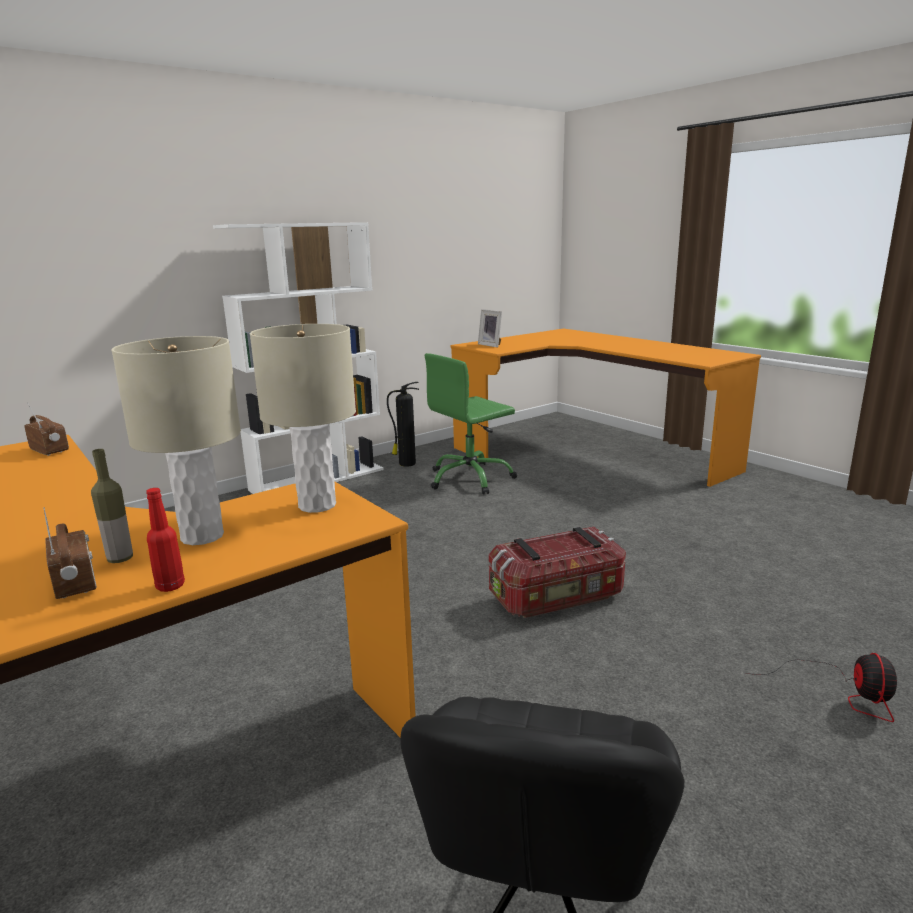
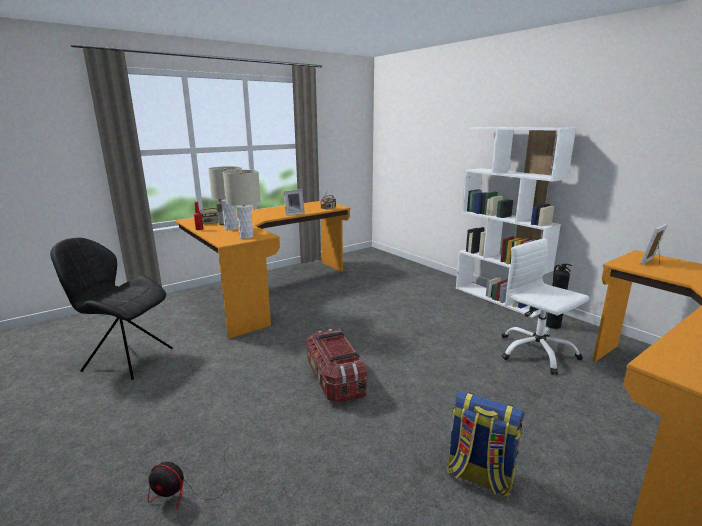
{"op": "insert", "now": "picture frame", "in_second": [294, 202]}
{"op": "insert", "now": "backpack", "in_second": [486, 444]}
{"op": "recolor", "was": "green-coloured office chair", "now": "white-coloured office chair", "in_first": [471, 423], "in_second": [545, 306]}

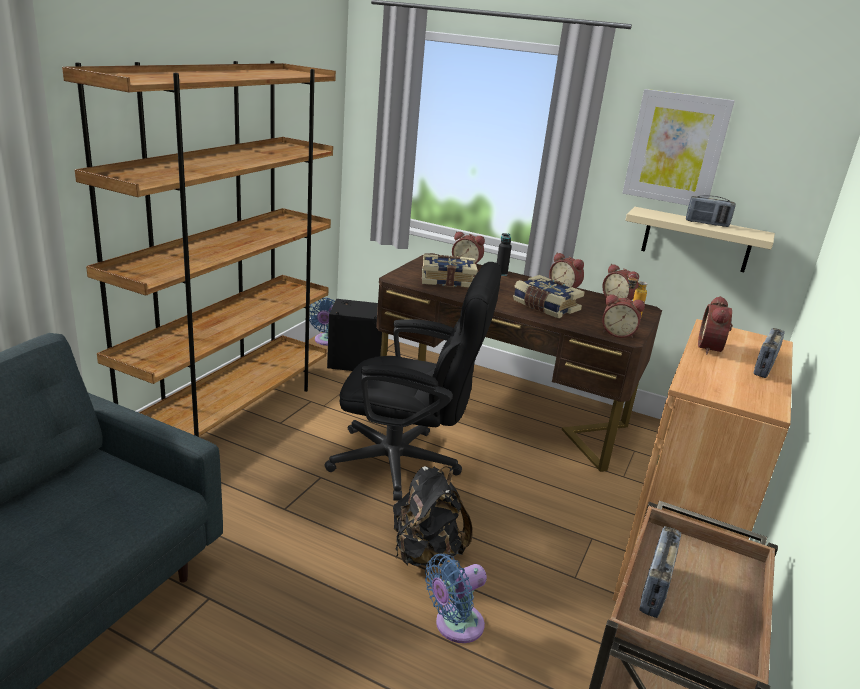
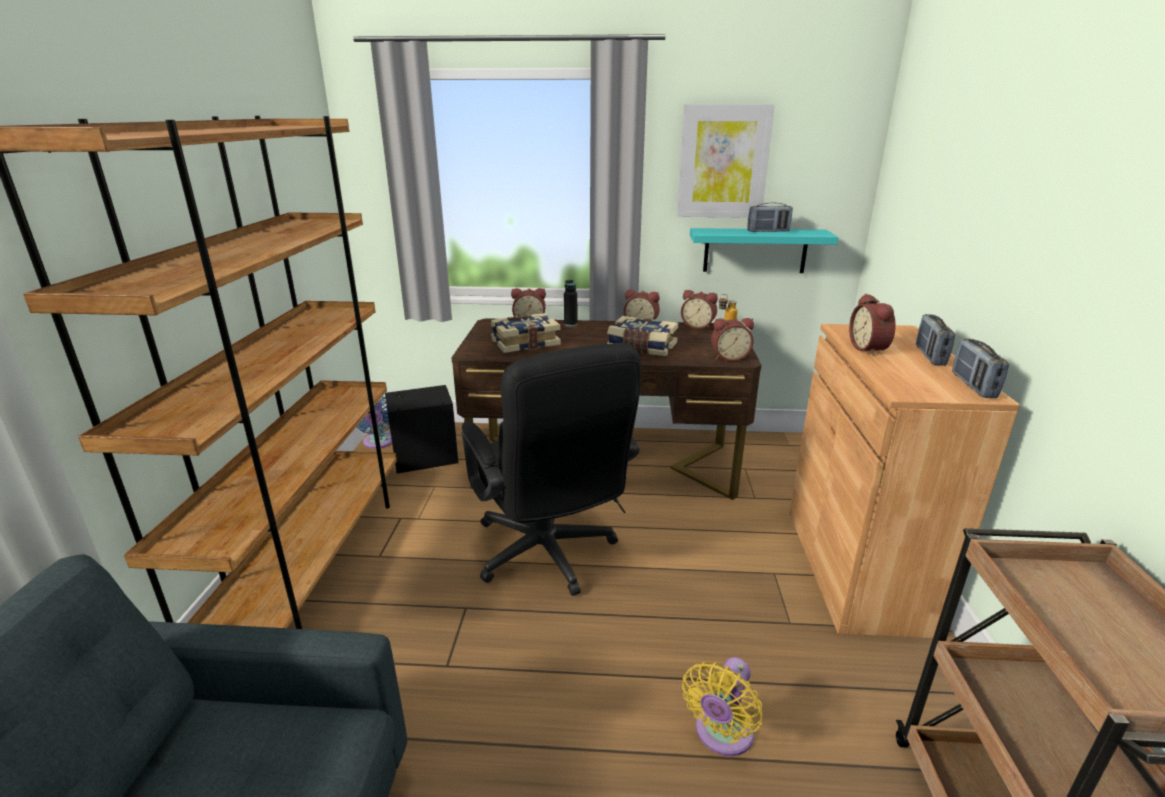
{"op": "rotate", "was": "black office chair", "in_first": [413, 381], "in_second": [551, 469], "clockwise": 75}
{"op": "recolor", "was": "blue fan", "now": "yellow-coloured fan", "in_first": [456, 598], "in_second": [722, 706]}
{"op": "recolor", "was": "sand-coloured bracket shelf", "now": "blue-green bracket shelf", "in_first": [700, 239], "in_second": [764, 250]}
{"op": "move", "was": "radio set", "in_first": [660, 572], "in_second": [980, 368]}
{"op": "delete", "was": "black backpack", "in_first": [433, 516]}

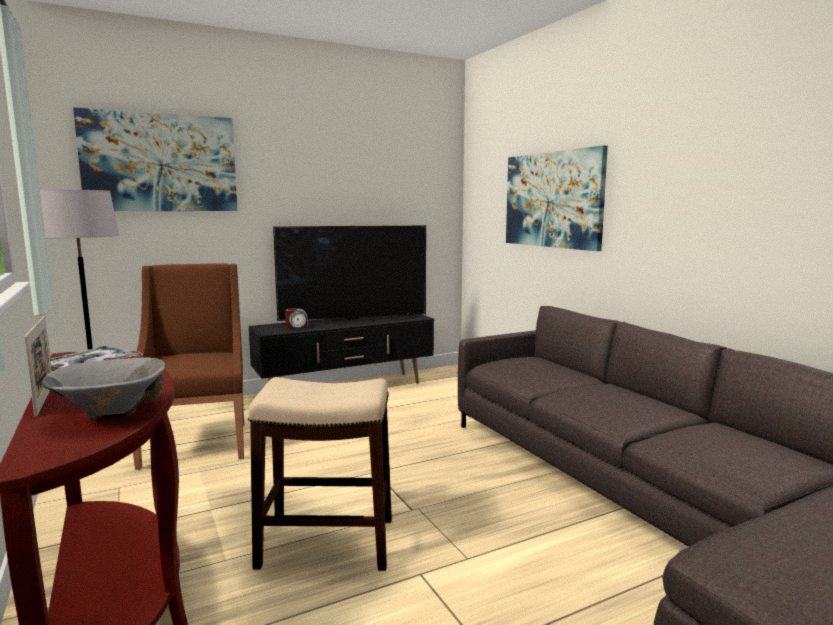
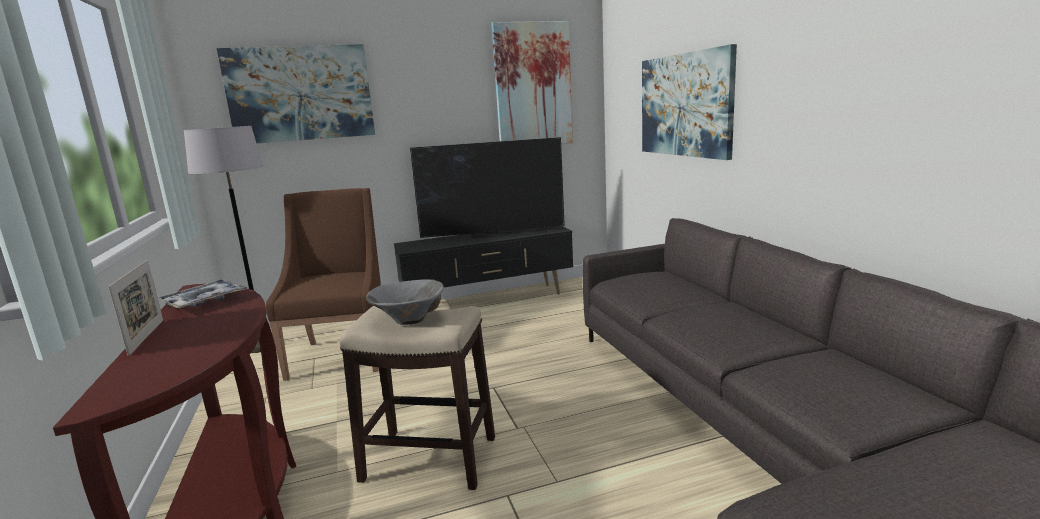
{"op": "move", "was": "grey serving bowl", "in_first": [104, 389], "in_second": [405, 302]}
{"op": "insert", "now": "wall art", "in_second": [532, 82]}
{"op": "delete", "was": "bedside clock", "in_first": [296, 318]}

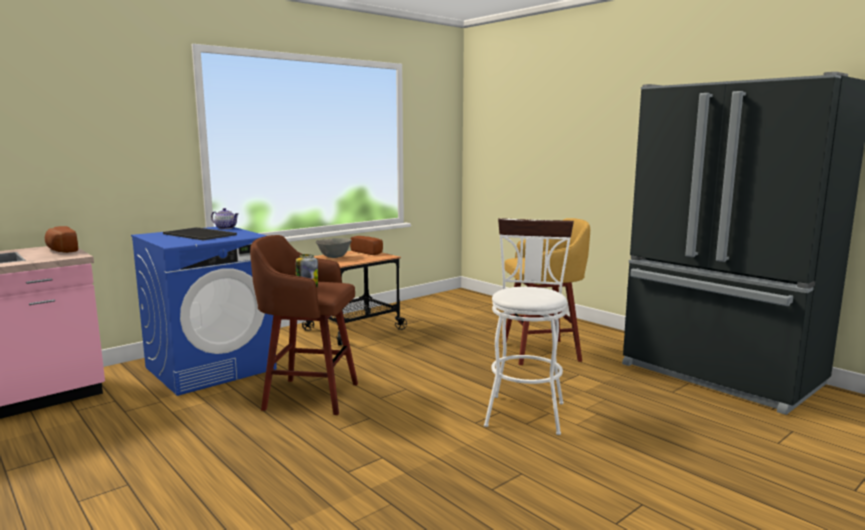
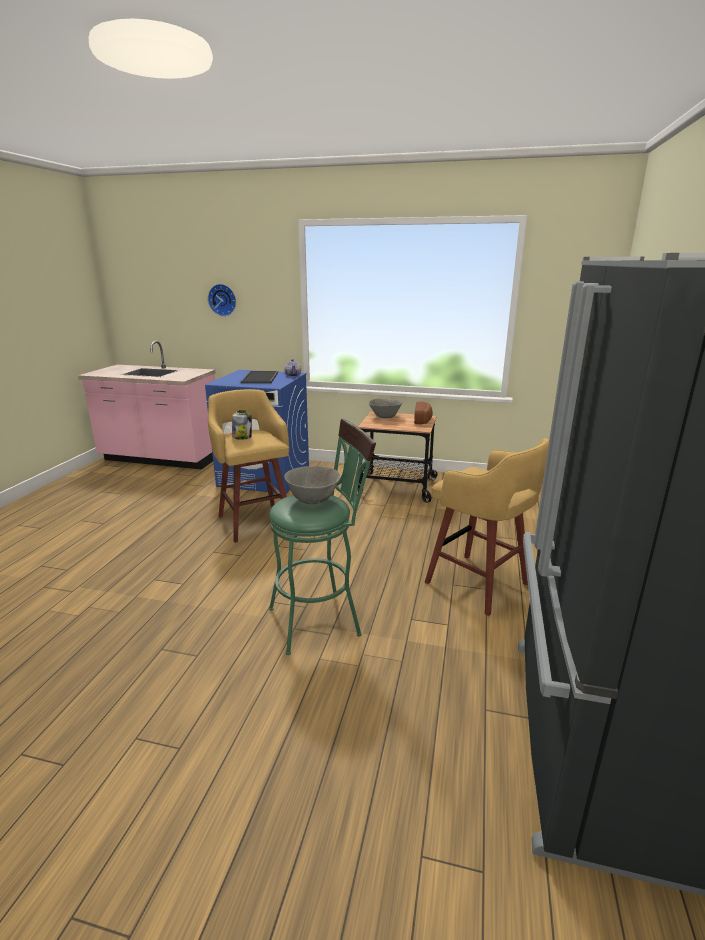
{"op": "insert", "now": "hanging clock", "in_second": [222, 300]}
{"op": "recolor", "was": "brown-coloured sitting stool", "now": "yellow-coloured sitting stool", "in_first": [304, 325], "in_second": [248, 466]}
{"op": "recolor", "was": "white-coloured sitting stool", "now": "green-coloured sitting stool", "in_first": [529, 326], "in_second": [322, 536]}
{"op": "insert", "now": "grey serving bowl", "in_second": [312, 485]}
{"op": "delete", "was": "bread", "in_first": [61, 239]}

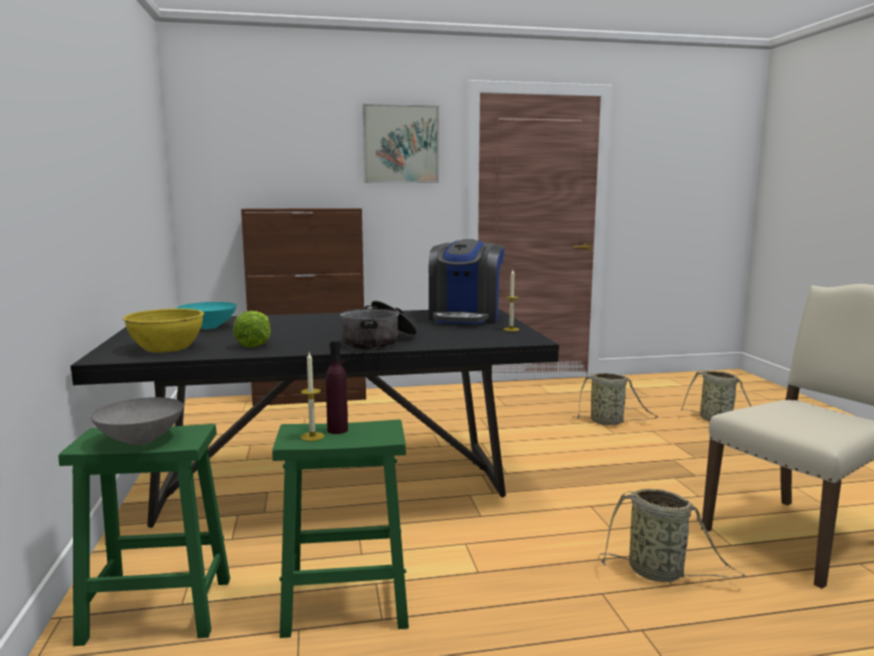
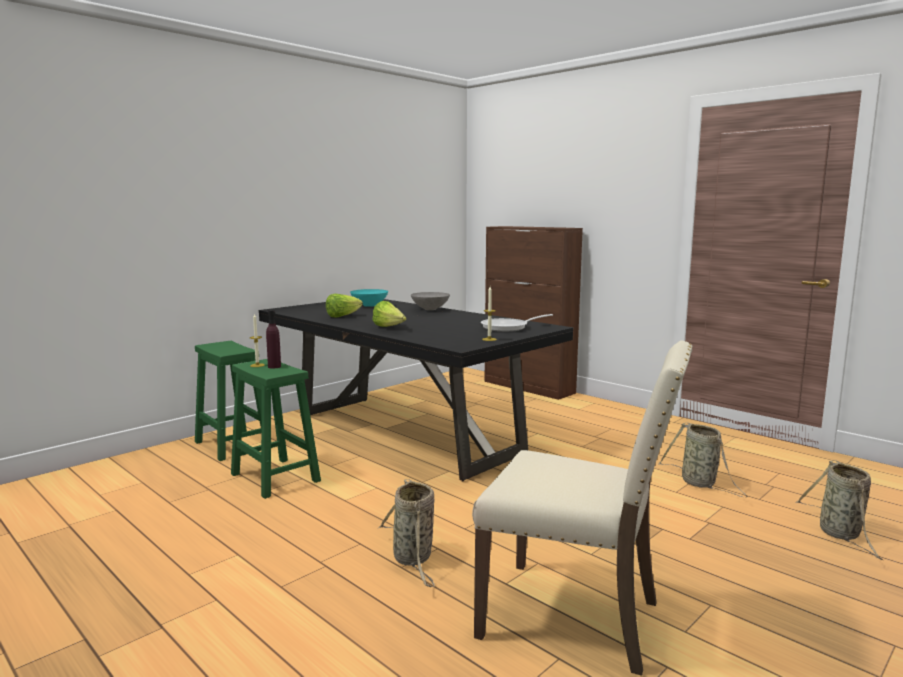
{"op": "replace", "was": "saucepot", "now": "lettuce head", "in_first": [378, 325], "in_second": [389, 314]}
{"op": "move", "was": "grey serving bowl", "in_first": [136, 421], "in_second": [430, 301]}
{"op": "replace", "was": "coffee brewer", "now": "skillet", "in_first": [467, 281], "in_second": [517, 323]}
{"op": "delete", "was": "yellow-coloured serving bowl", "in_first": [163, 330]}
{"op": "delete", "was": "wall art", "in_first": [401, 143]}

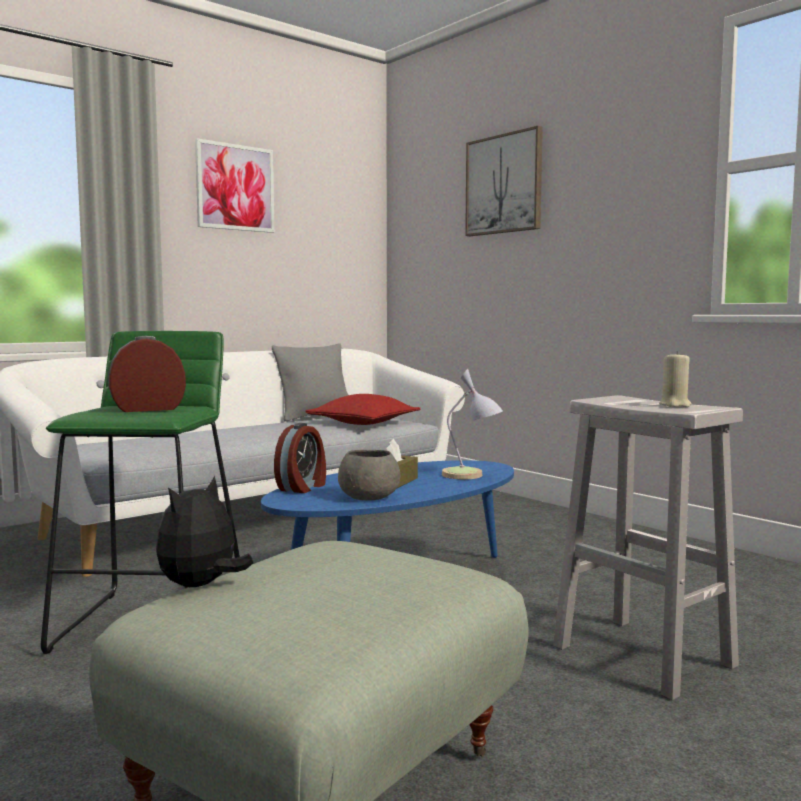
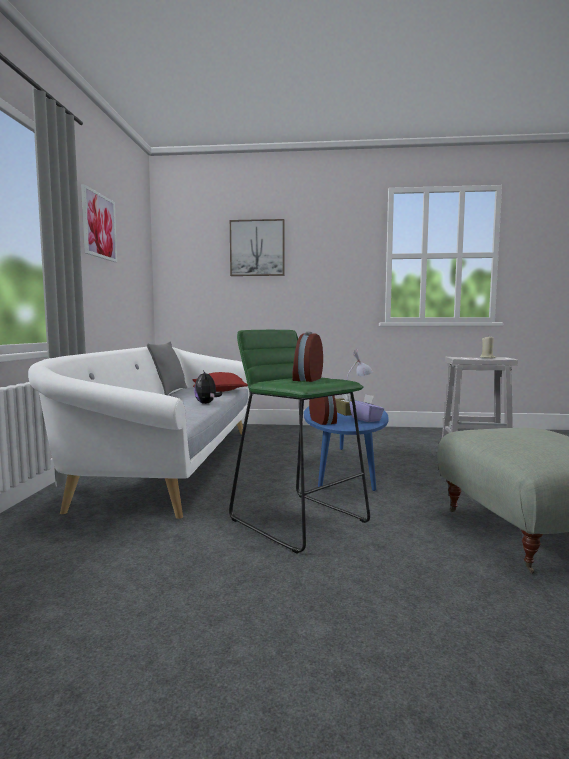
{"op": "move", "was": "soft toy", "in_first": [204, 531], "in_second": [208, 387]}
{"op": "replace", "was": "grey serving bowl", "now": "purple-coloured box of tissues", "in_first": [369, 475], "in_second": [366, 408]}

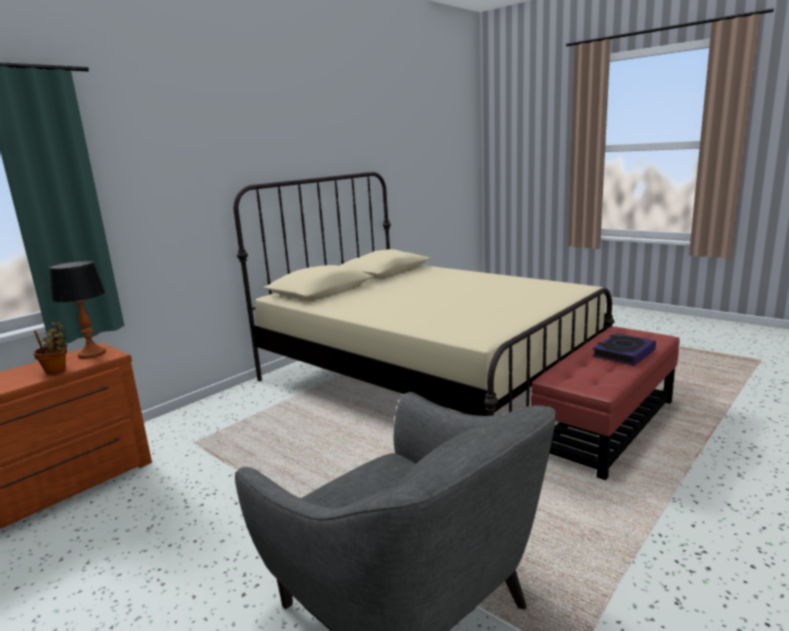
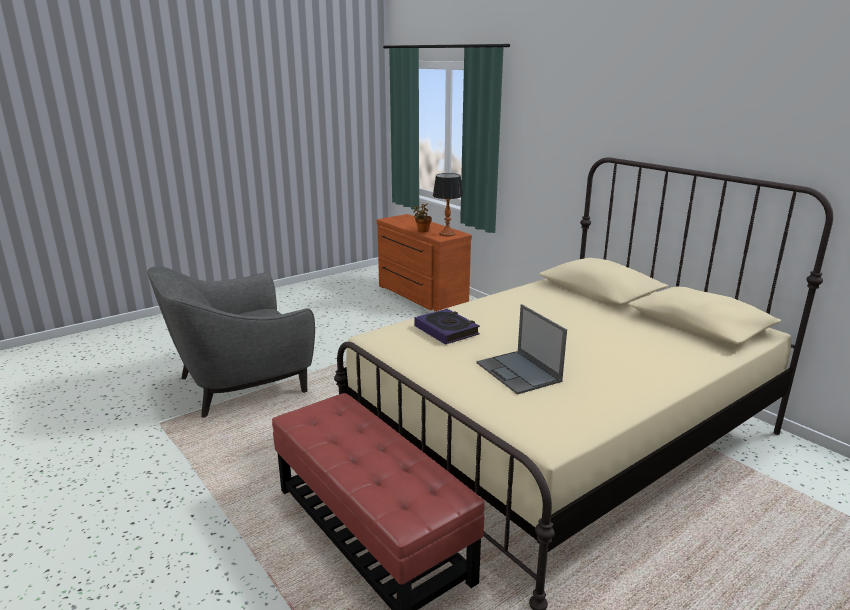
{"op": "move", "was": "volume", "in_first": [624, 349], "in_second": [447, 327]}
{"op": "insert", "now": "notebook computer", "in_second": [522, 349]}

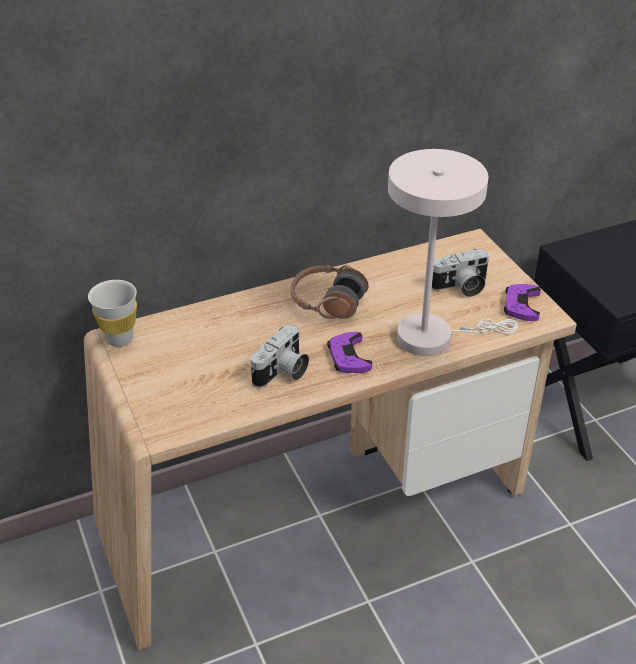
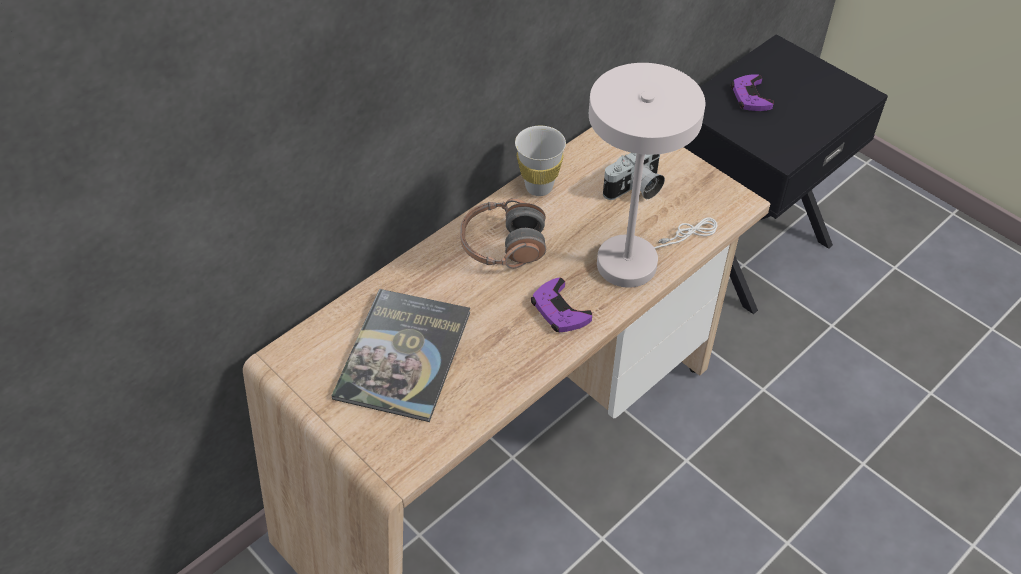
{"op": "insert", "now": "volume", "in_second": [401, 355]}
{"op": "move", "was": "white-coloured drinking cup", "in_first": [112, 313], "in_second": [540, 161]}
{"op": "move", "was": "purple-coloured joypad", "in_first": [522, 302], "in_second": [752, 92]}
{"op": "delete", "was": "still camera", "in_first": [280, 356]}

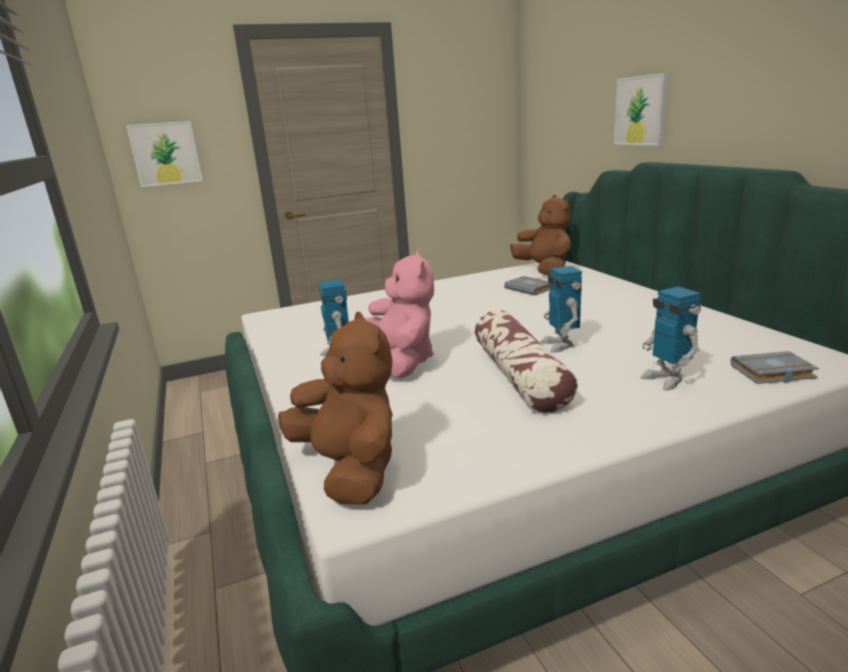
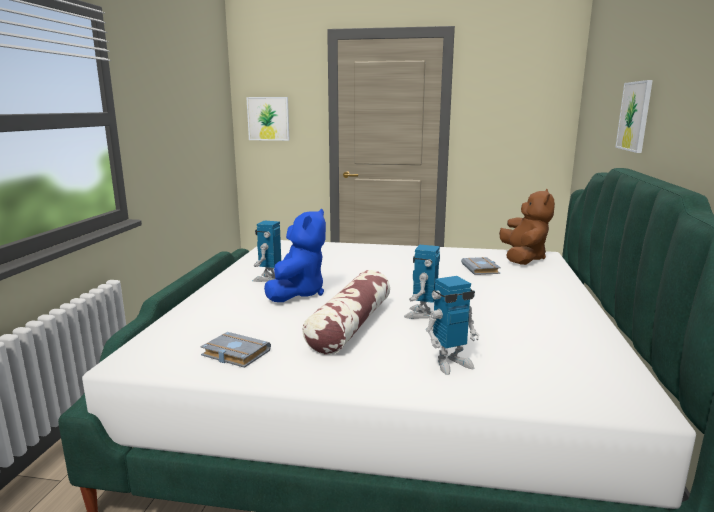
{"op": "move", "was": "grey volume", "in_first": [774, 367], "in_second": [235, 350]}
{"op": "recolor", "was": "pinkish soft toy", "now": "blue soft toy", "in_first": [399, 315], "in_second": [295, 255]}
{"op": "rotate", "was": "toy robot", "in_first": [670, 339], "in_second": [452, 325], "clockwise": -120}
{"op": "delete", "was": "brown-coloured soft toy", "in_first": [335, 408]}

